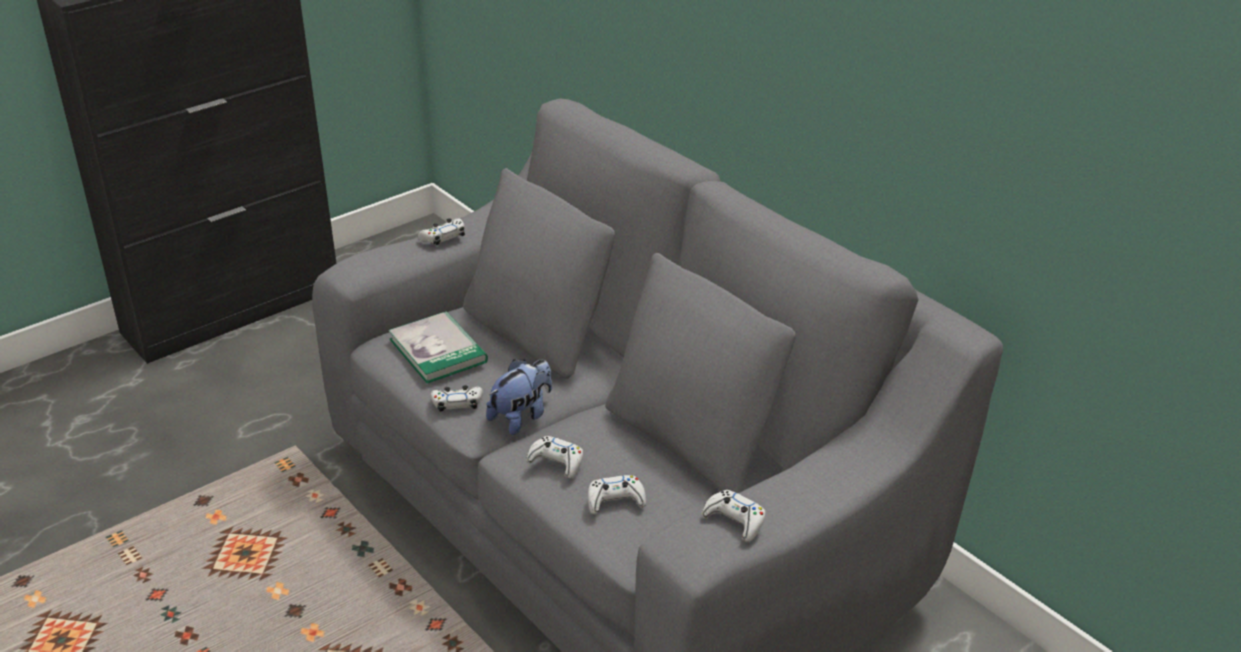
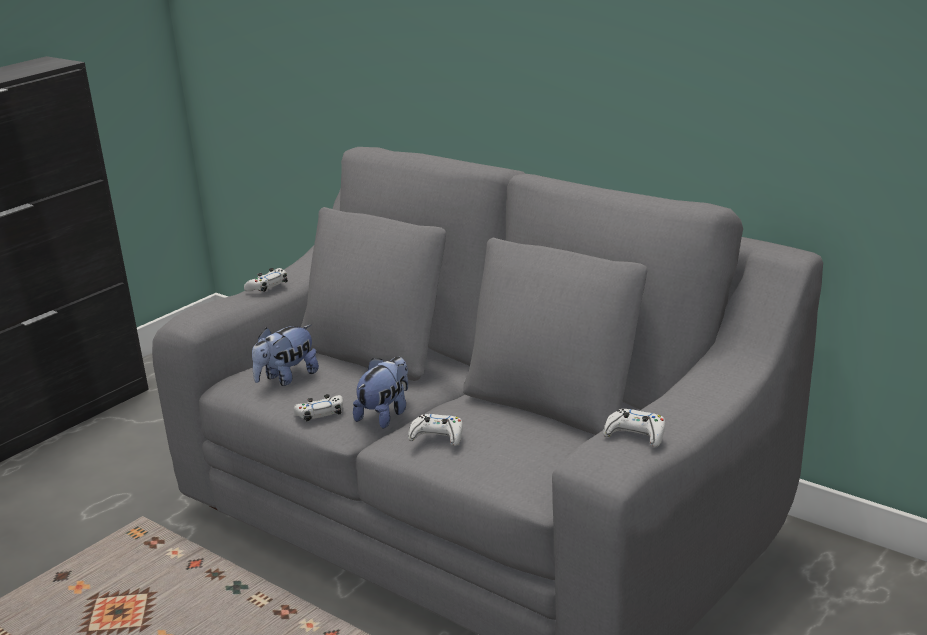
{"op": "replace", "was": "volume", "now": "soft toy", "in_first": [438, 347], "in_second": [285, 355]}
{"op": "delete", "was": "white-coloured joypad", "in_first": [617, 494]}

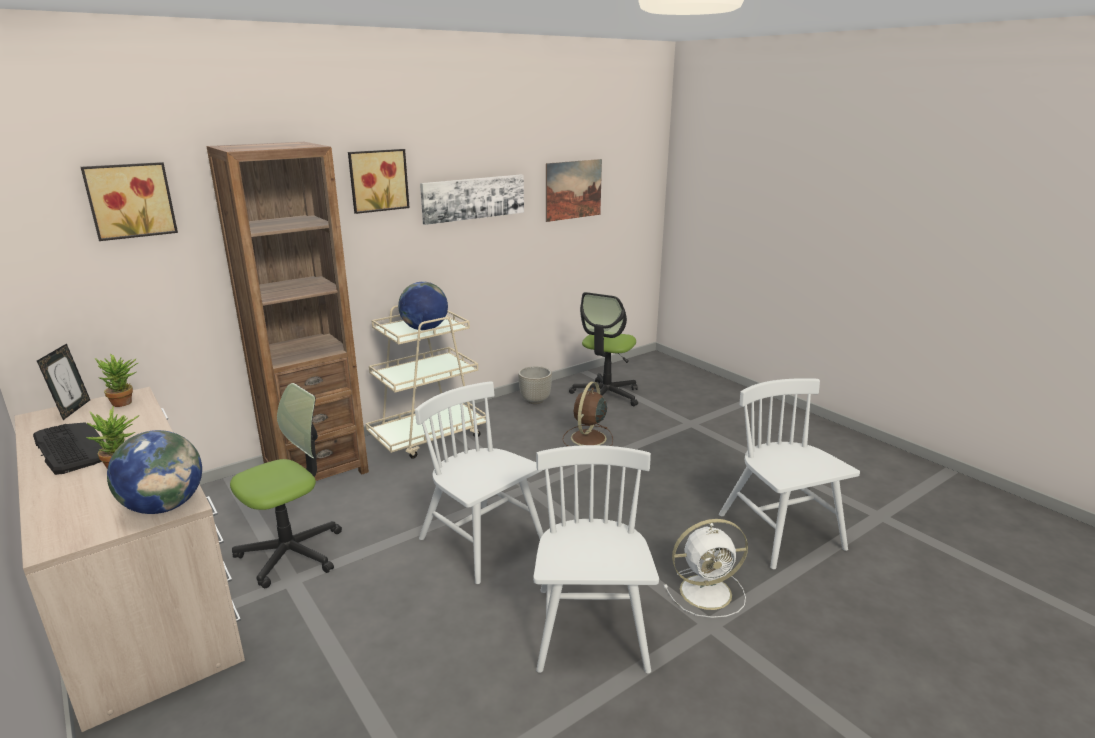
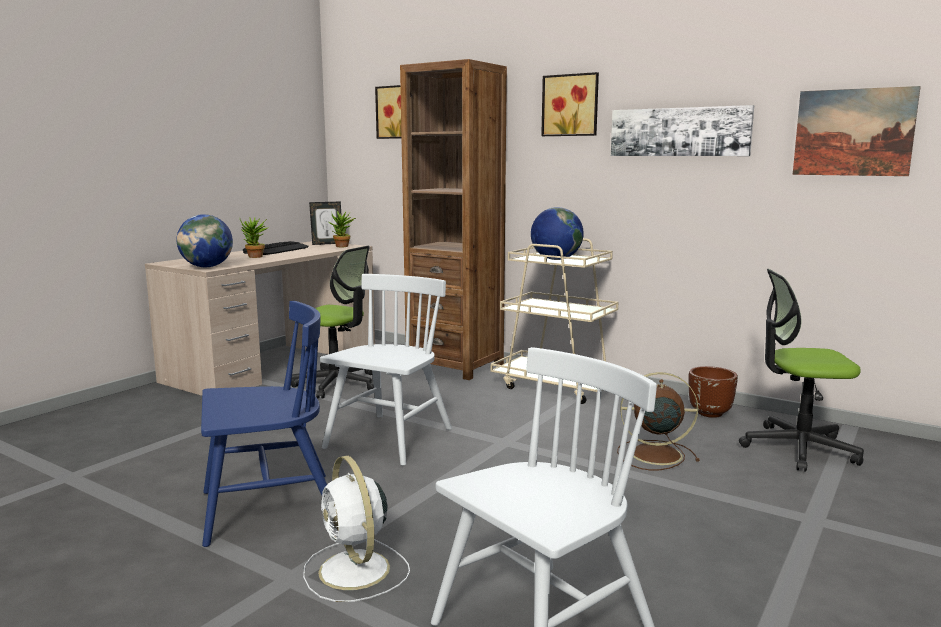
{"op": "recolor", "was": "white-coloured chair", "now": "blue chair", "in_first": [596, 559], "in_second": [264, 424]}
{"op": "recolor", "was": "grey flower pot", "now": "brown-coloured flower pot", "in_first": [535, 385], "in_second": [713, 392]}

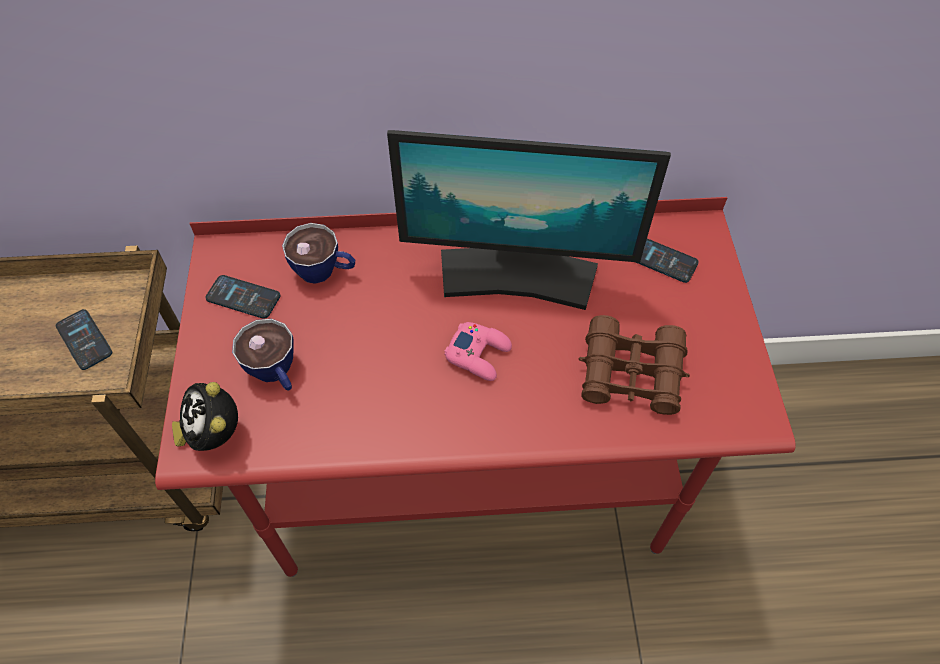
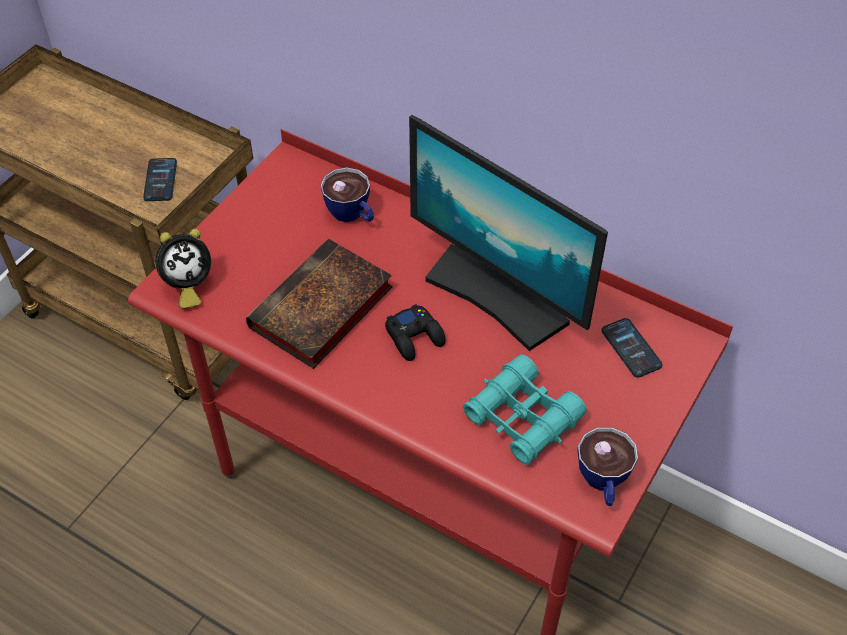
{"op": "rotate", "was": "bedside clock", "in_first": [205, 416], "in_second": [183, 268], "clockwise": -135}
{"op": "insert", "now": "volume", "in_second": [319, 303]}
{"op": "recolor", "was": "pinkish joypad", "now": "black joypad", "in_first": [478, 351], "in_second": [415, 332]}
{"op": "recolor", "was": "brown-coloured field glasses", "now": "blue-green field glasses", "in_first": [634, 365], "in_second": [525, 409]}
{"op": "move", "was": "drinking cup", "in_first": [263, 355], "in_second": [608, 466]}
{"op": "delete", "was": "phone", "in_first": [242, 297]}

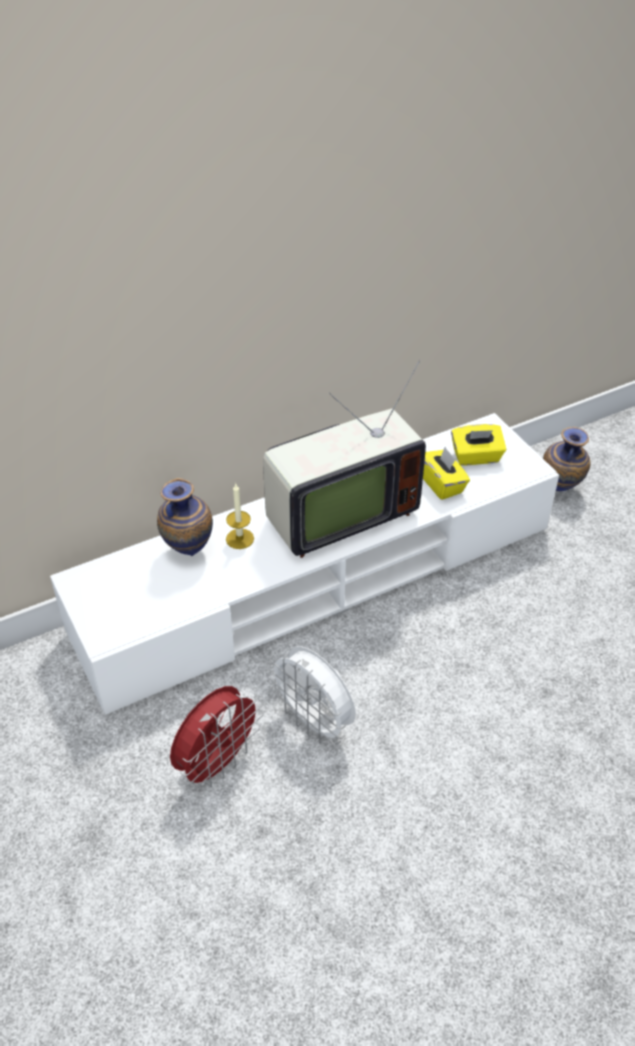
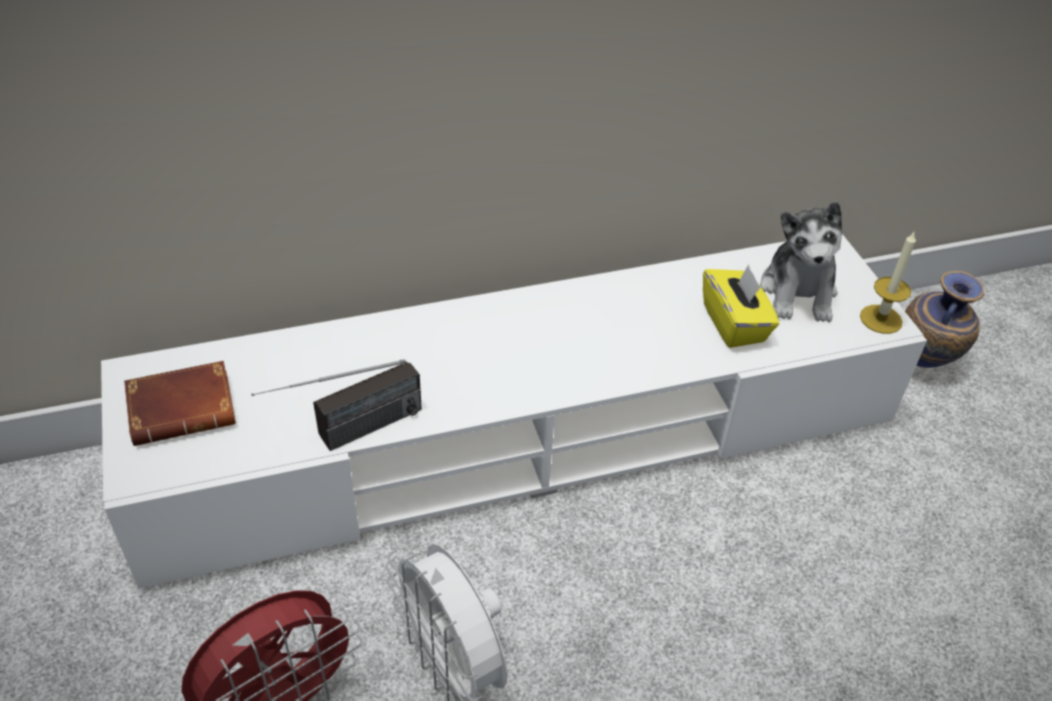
{"op": "insert", "now": "brown-coloured volume", "in_second": [180, 403]}
{"op": "insert", "now": "radio set", "in_second": [337, 405]}
{"op": "replace", "was": "yellow-coloured box of tissues", "now": "soft toy", "in_first": [478, 445], "in_second": [801, 261]}
{"op": "move", "was": "wax candle", "in_first": [240, 516], "in_second": [888, 282]}
{"op": "delete", "was": "vase", "in_first": [185, 517]}
{"op": "delete", "was": "television", "in_first": [344, 459]}

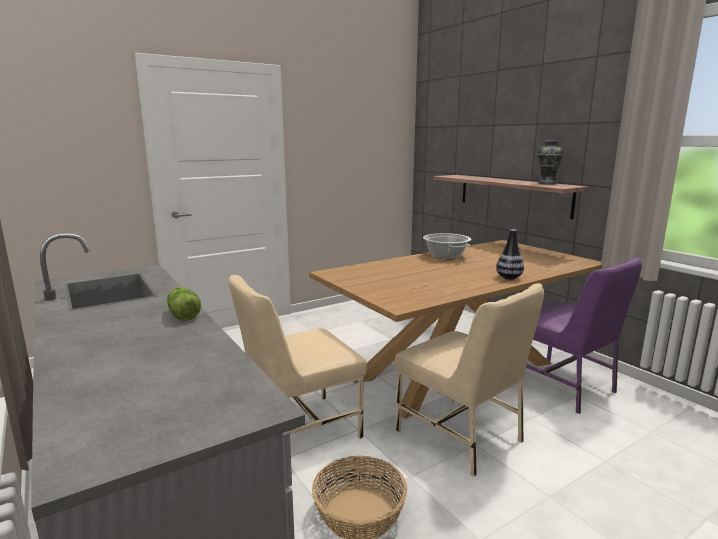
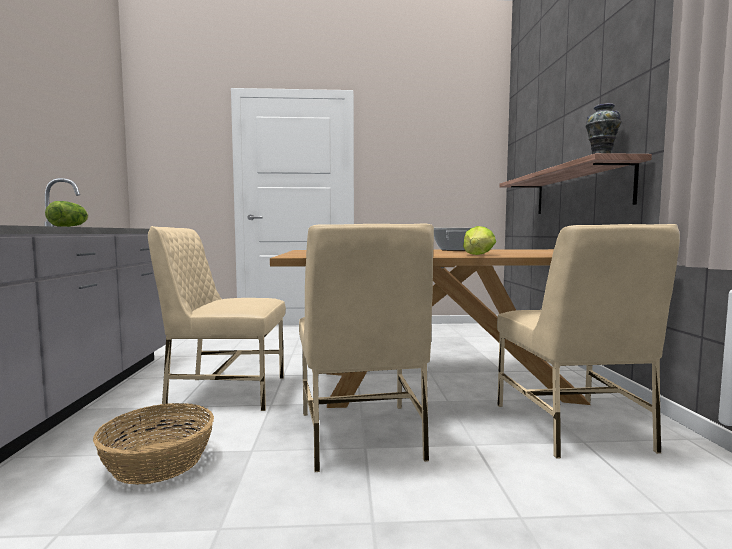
{"op": "replace", "was": "vase", "now": "lettuce head", "in_first": [510, 254], "in_second": [479, 240]}
{"op": "recolor", "was": "purple-coloured chair", "now": "sand-coloured chair", "in_first": [584, 336], "in_second": [588, 341]}

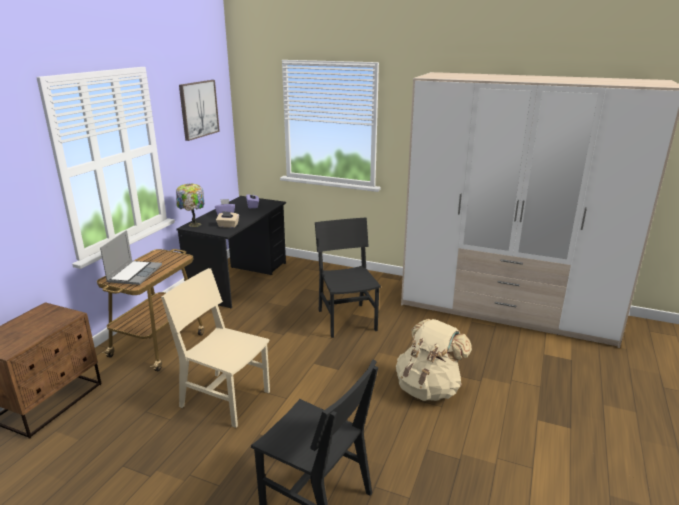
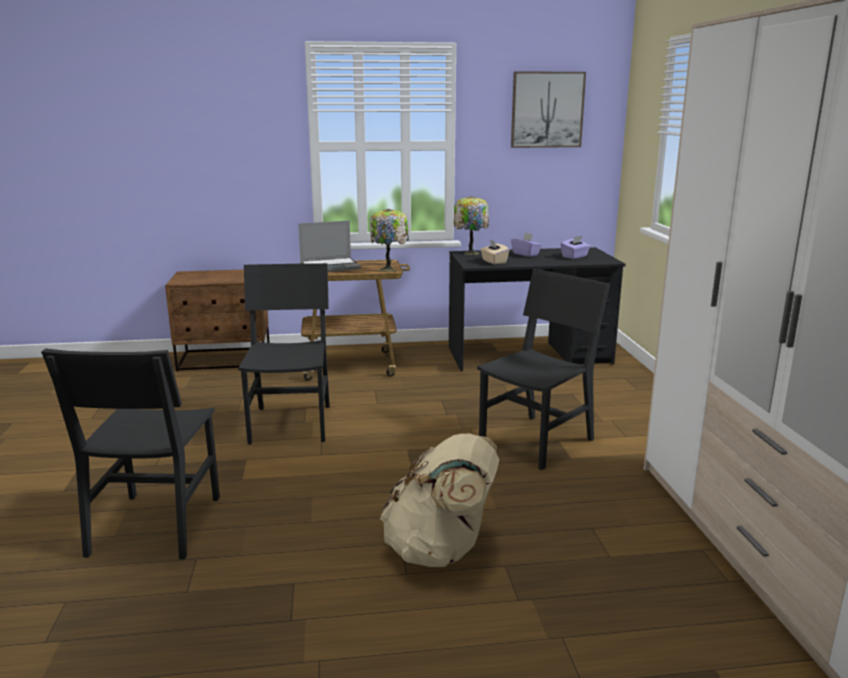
{"op": "recolor", "was": "sand-coloured chair", "now": "black chair", "in_first": [215, 348], "in_second": [284, 353]}
{"op": "insert", "now": "table lamp", "in_second": [389, 240]}

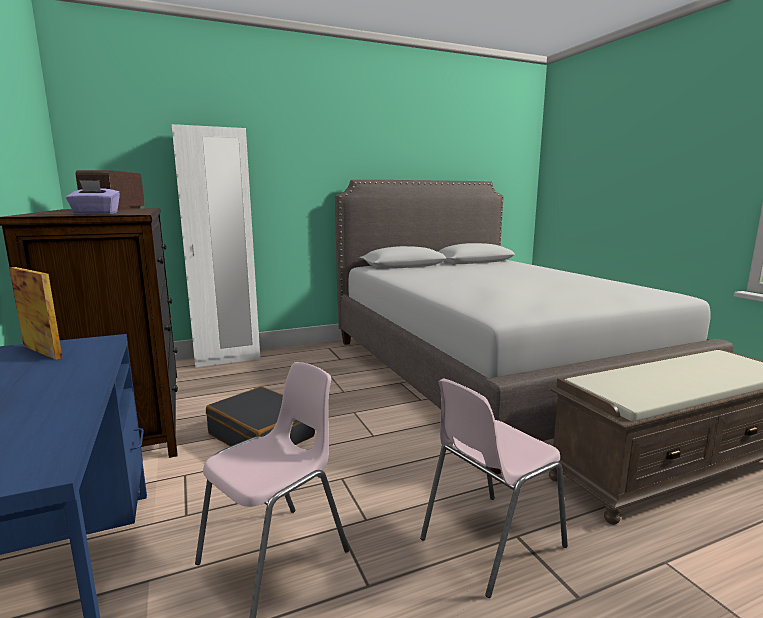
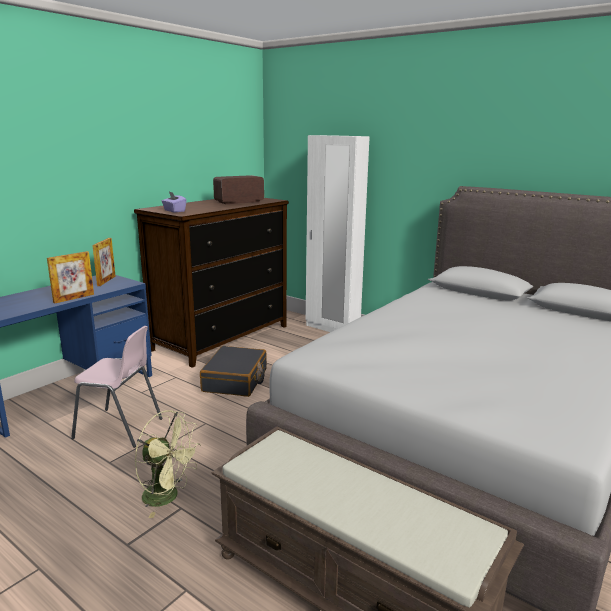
{"op": "insert", "now": "picture frame", "in_second": [70, 277]}
{"op": "replace", "was": "pinkish chair", "now": "green-coloured fan", "in_first": [494, 488], "in_second": [167, 464]}

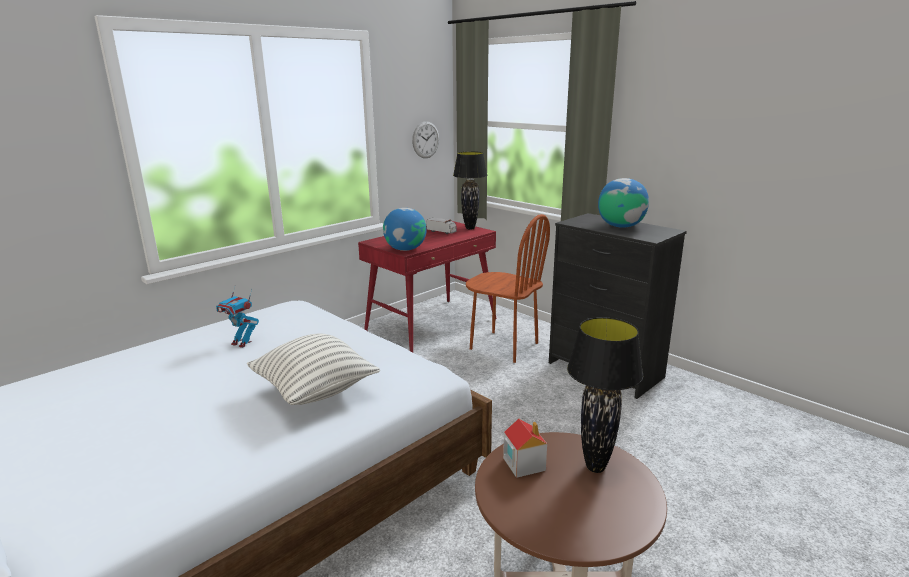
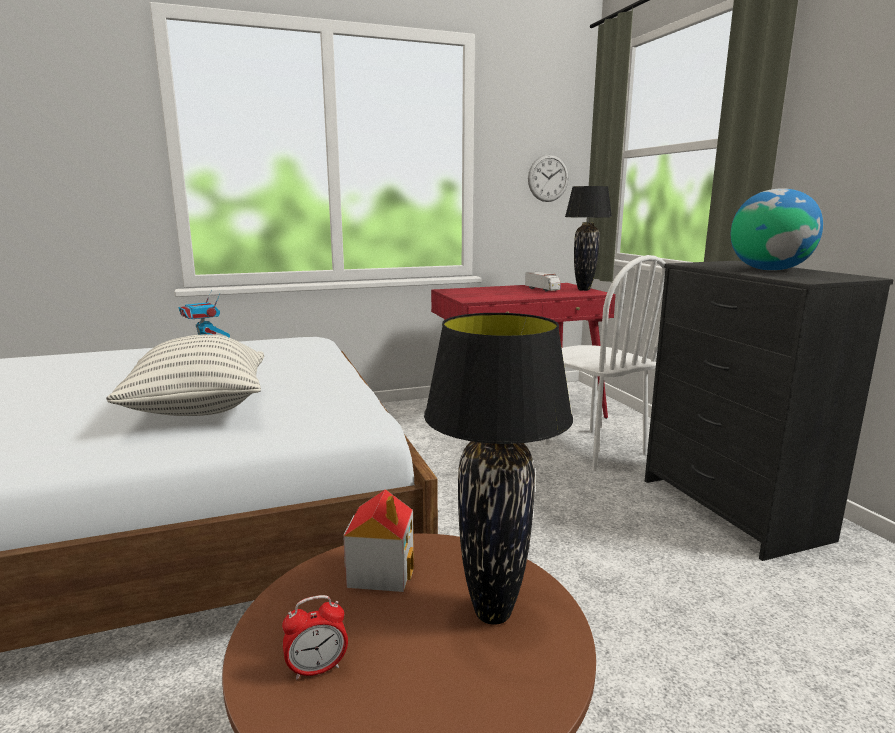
{"op": "insert", "now": "bedside clock", "in_second": [315, 637]}
{"op": "recolor", "was": "brown-coloured chair", "now": "white-coloured chair", "in_first": [508, 288], "in_second": [604, 363]}
{"op": "delete", "was": "world globe", "in_first": [405, 229]}

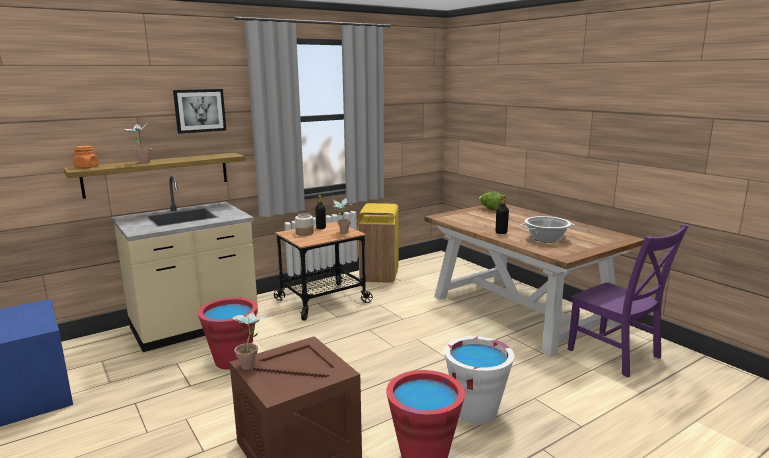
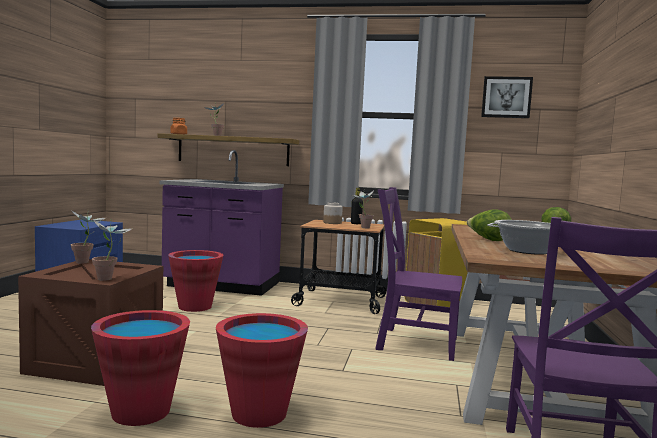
{"op": "insert", "now": "plant in a pot", "in_second": [112, 250]}
{"op": "recolor", "was": "sand-coloured counter", "now": "purple-coloured counter", "in_first": [185, 264], "in_second": [221, 223]}
{"op": "recolor", "was": "white-coloured pail", "now": "red-coloured pail", "in_first": [479, 380], "in_second": [262, 370]}
{"op": "insert", "now": "purple-coloured chair", "in_second": [418, 274]}
{"op": "replace", "was": "black drink bottle", "now": "lettuce head", "in_first": [502, 214], "in_second": [489, 225]}
{"op": "move", "was": "wall art", "in_first": [199, 111], "in_second": [507, 97]}

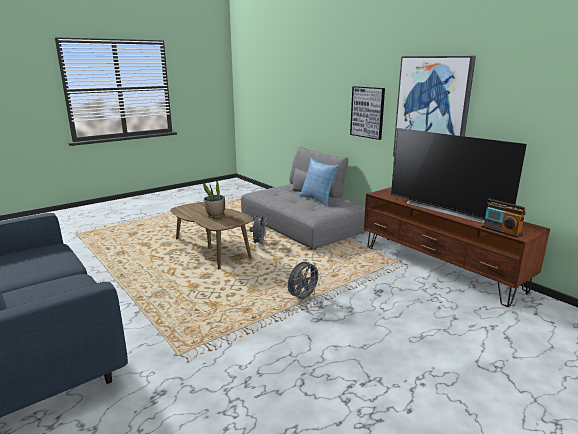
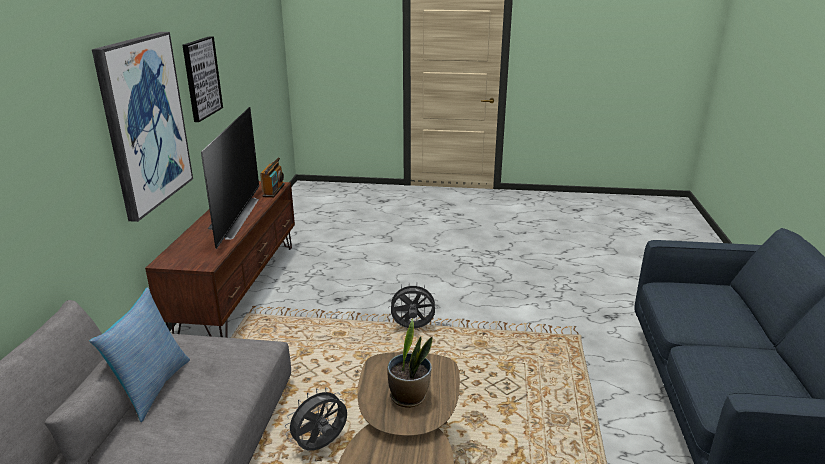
{"op": "move", "was": "wall art", "in_first": [367, 113], "in_second": [202, 79]}

